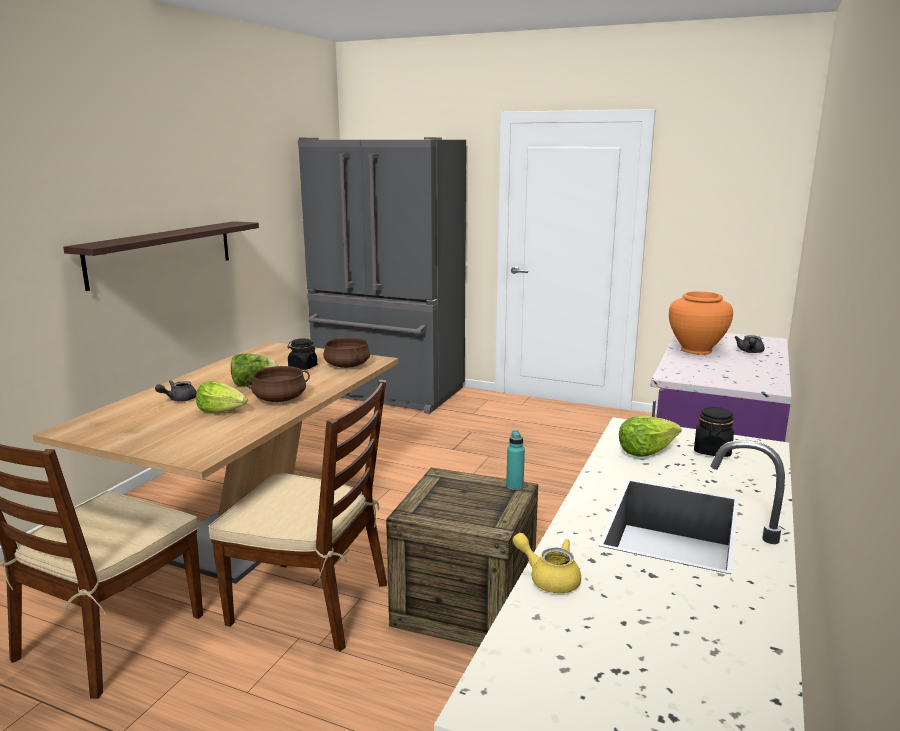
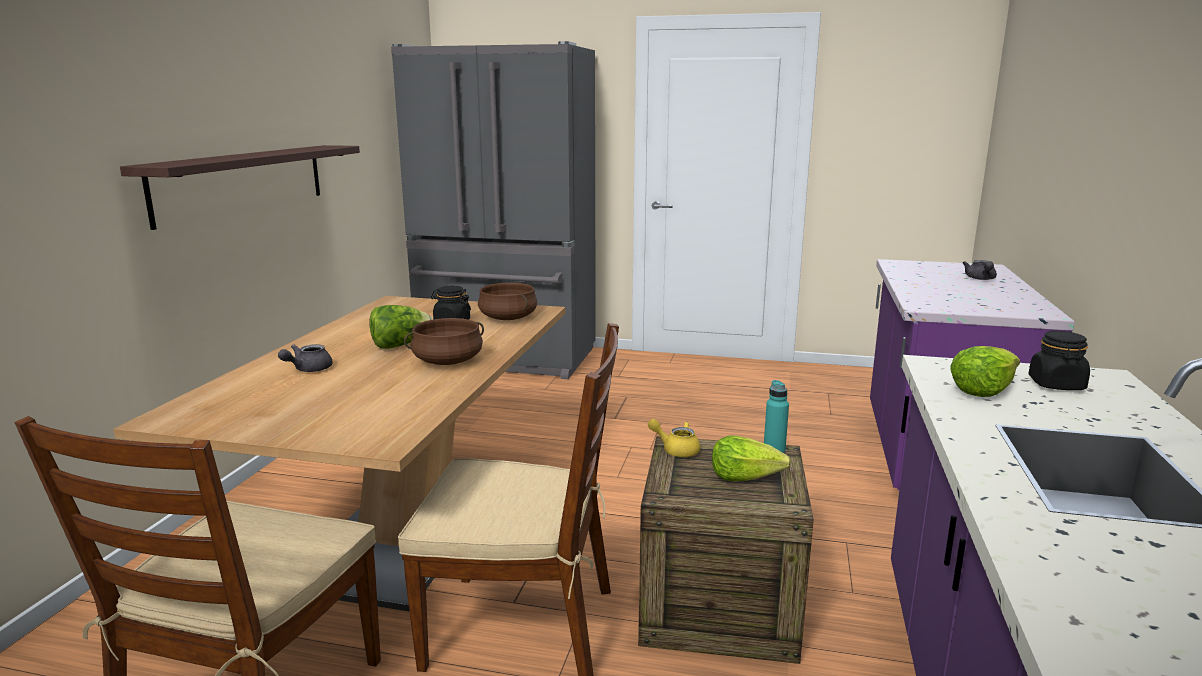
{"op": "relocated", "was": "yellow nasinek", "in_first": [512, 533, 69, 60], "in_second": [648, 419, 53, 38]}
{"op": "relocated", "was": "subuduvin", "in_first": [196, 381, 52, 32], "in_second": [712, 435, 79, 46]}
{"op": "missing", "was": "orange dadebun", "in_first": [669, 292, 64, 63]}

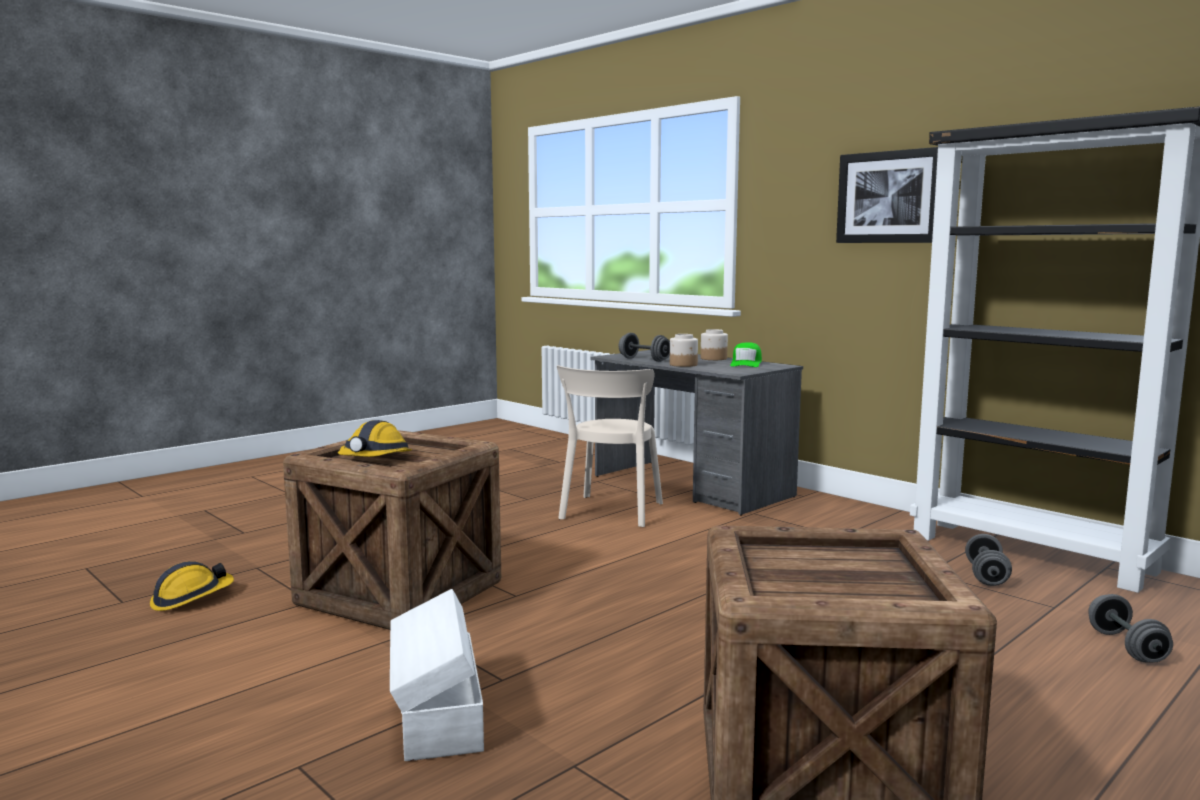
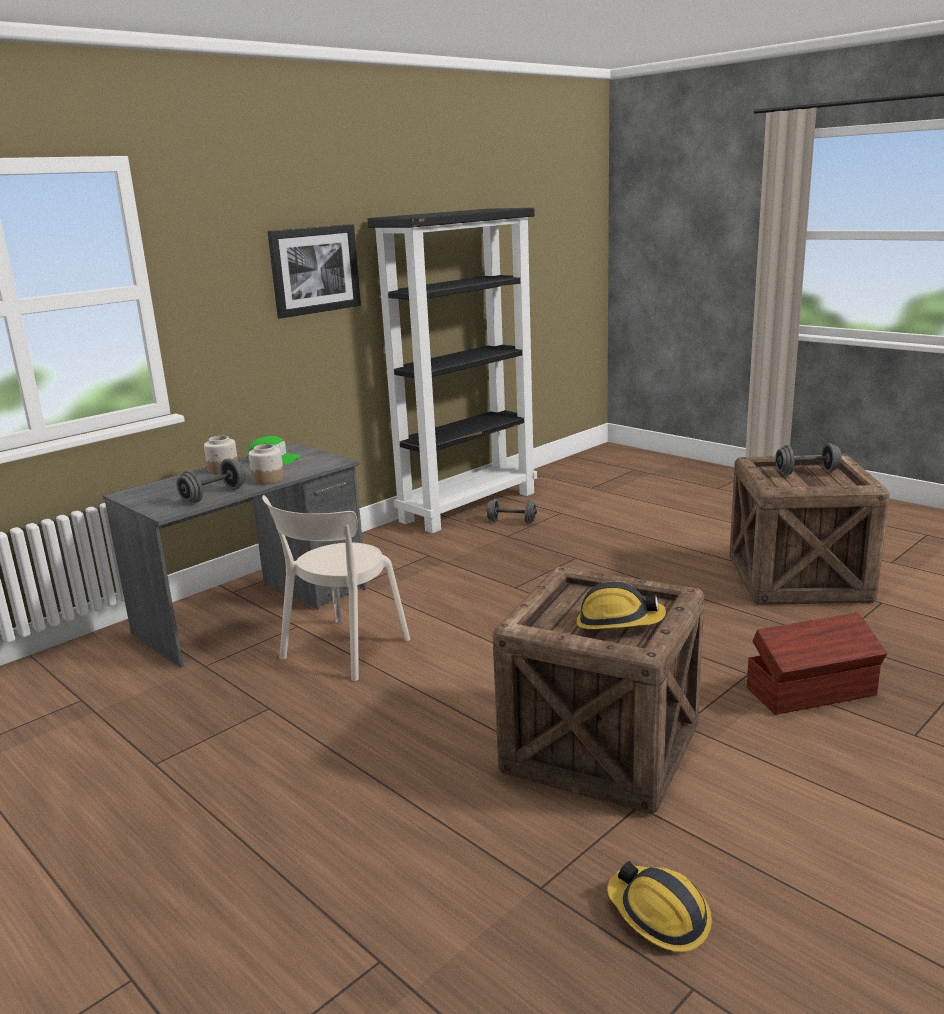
{"op": "spun", "was": "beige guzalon", "in_first": [557, 365, 106, 162], "in_second": [262, 495, 148, 186], "clockwise": 105}
{"op": "colour", "was": "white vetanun", "now": "brown vetanun", "in_first": [390, 589, 94, 172], "in_second": [747, 613, 140, 102]}
{"op": "relocated", "was": "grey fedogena", "in_first": [1088, 594, 85, 69], "in_second": [775, 443, 67, 32]}

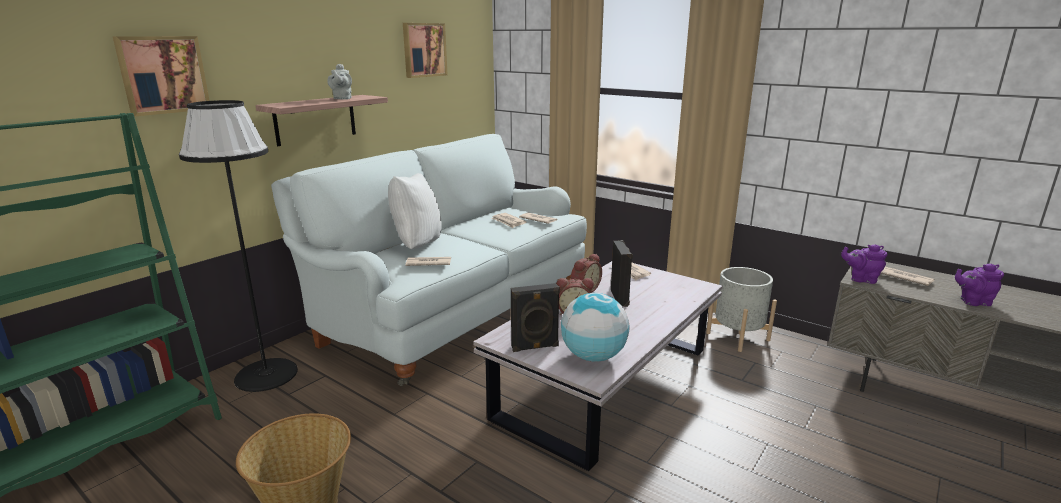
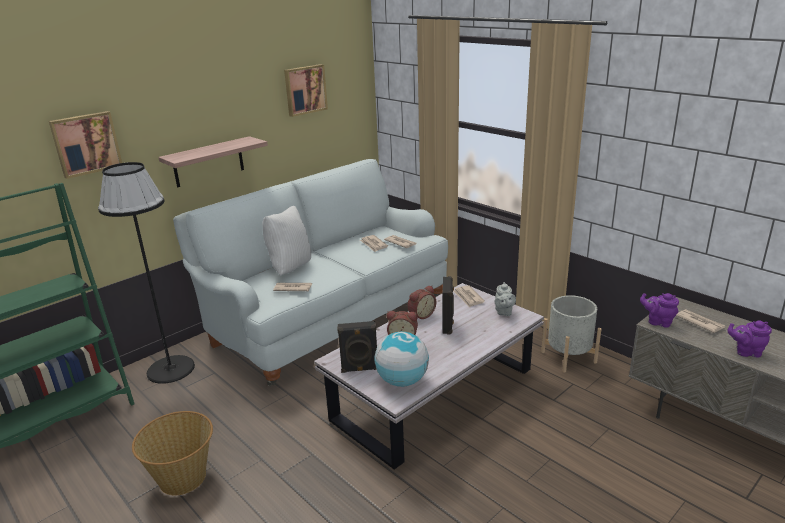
{"op": "relocated", "was": "grey nasinek", "in_first": [327, 64, 25, 36], "in_second": [495, 282, 21, 34]}

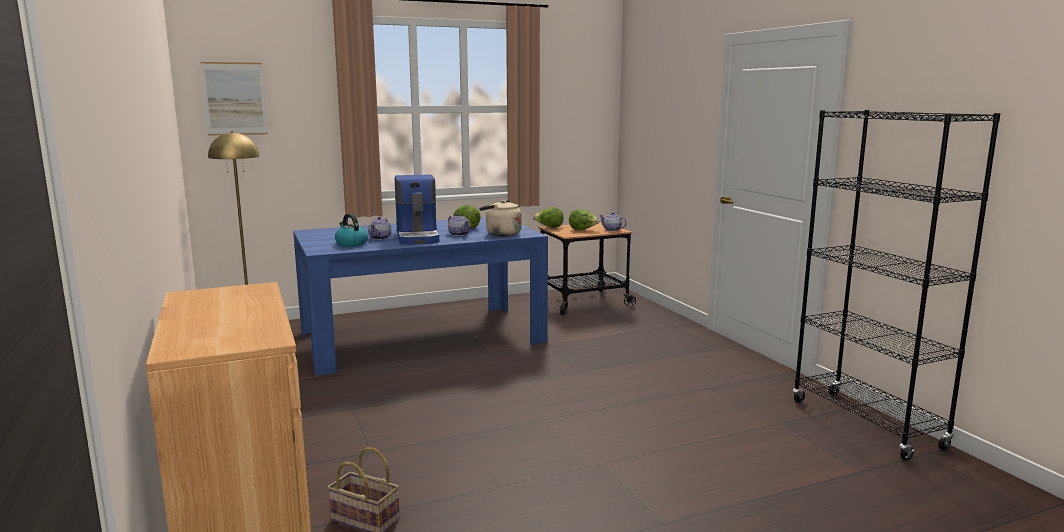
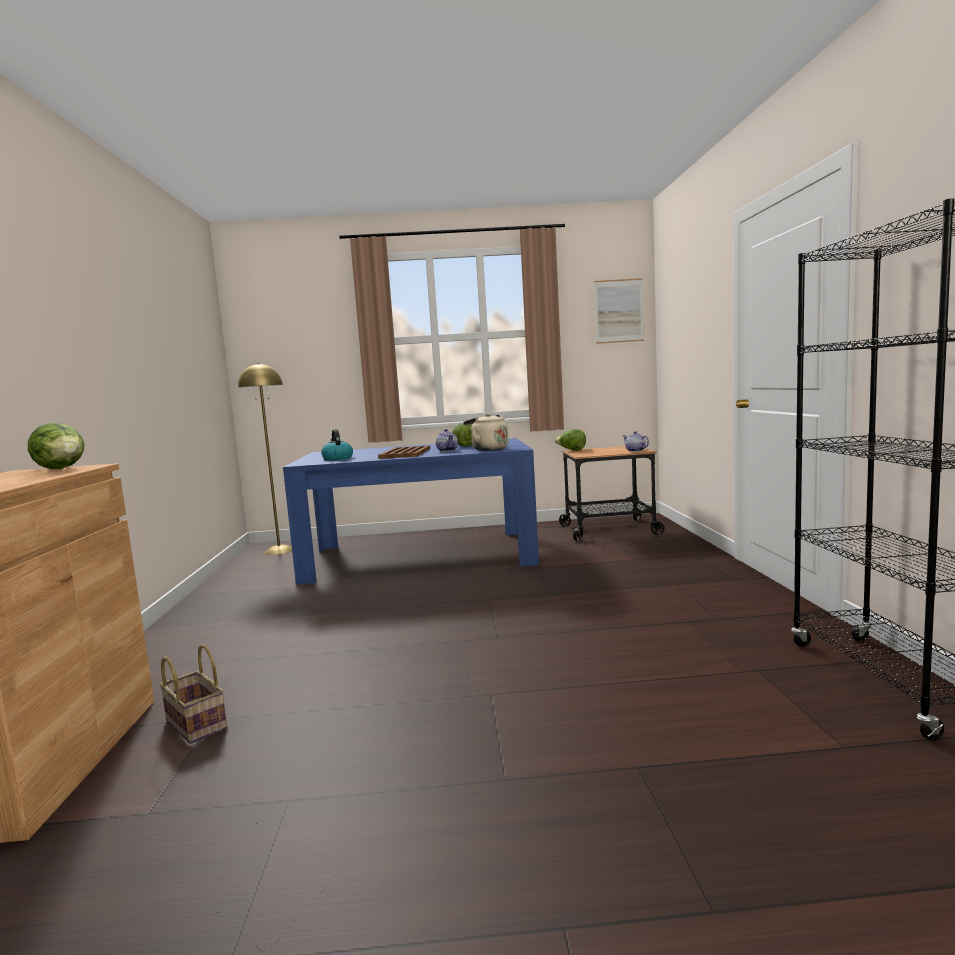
{"op": "relocated", "was": "subuduvin", "in_first": [569, 209, 30, 21], "in_second": [28, 423, 57, 46]}
{"op": "exchanged", "was": "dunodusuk", "now": "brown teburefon", "in_first": [395, 174, 44, 71], "in_second": [378, 446, 52, 13]}
{"op": "relocated", "was": "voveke", "in_first": [200, 62, 68, 74], "in_second": [594, 278, 50, 66]}
{"op": "missing", "was": "nasinek", "in_first": [368, 216, 23, 24]}

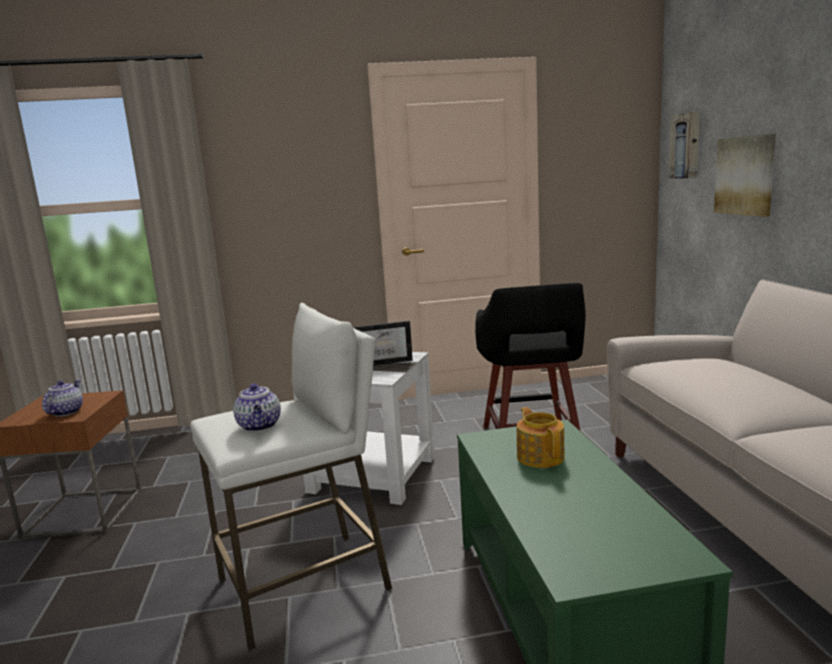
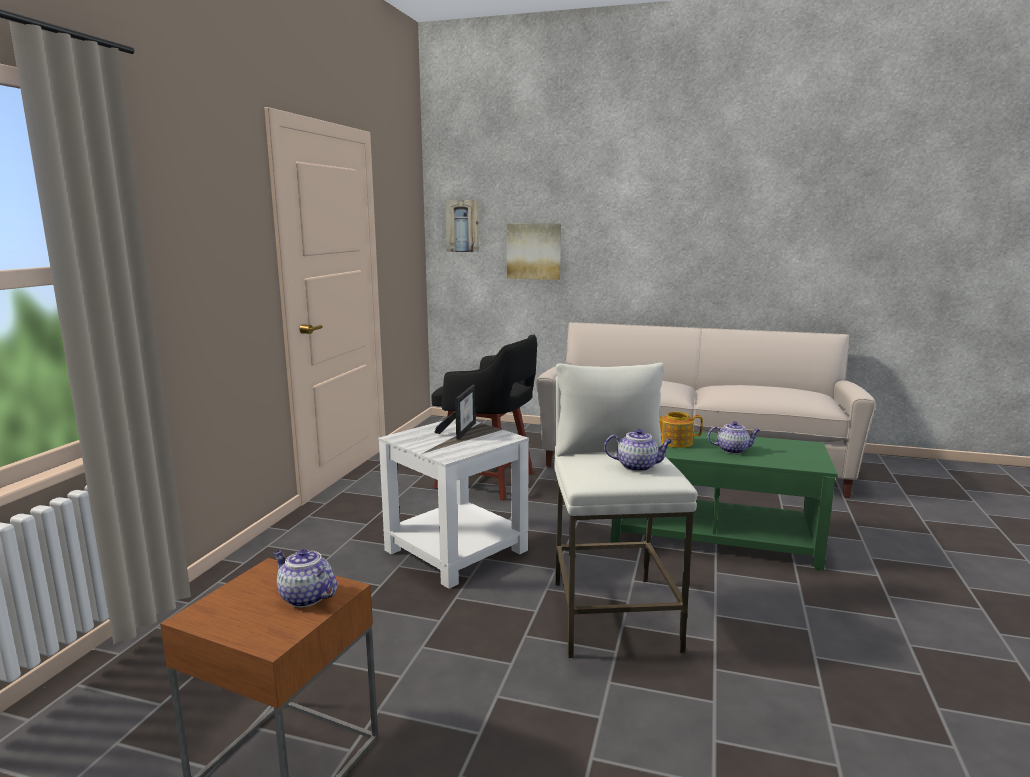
{"op": "appeared", "now": "nasinek", "in_second": [708, 421, 52, 33]}

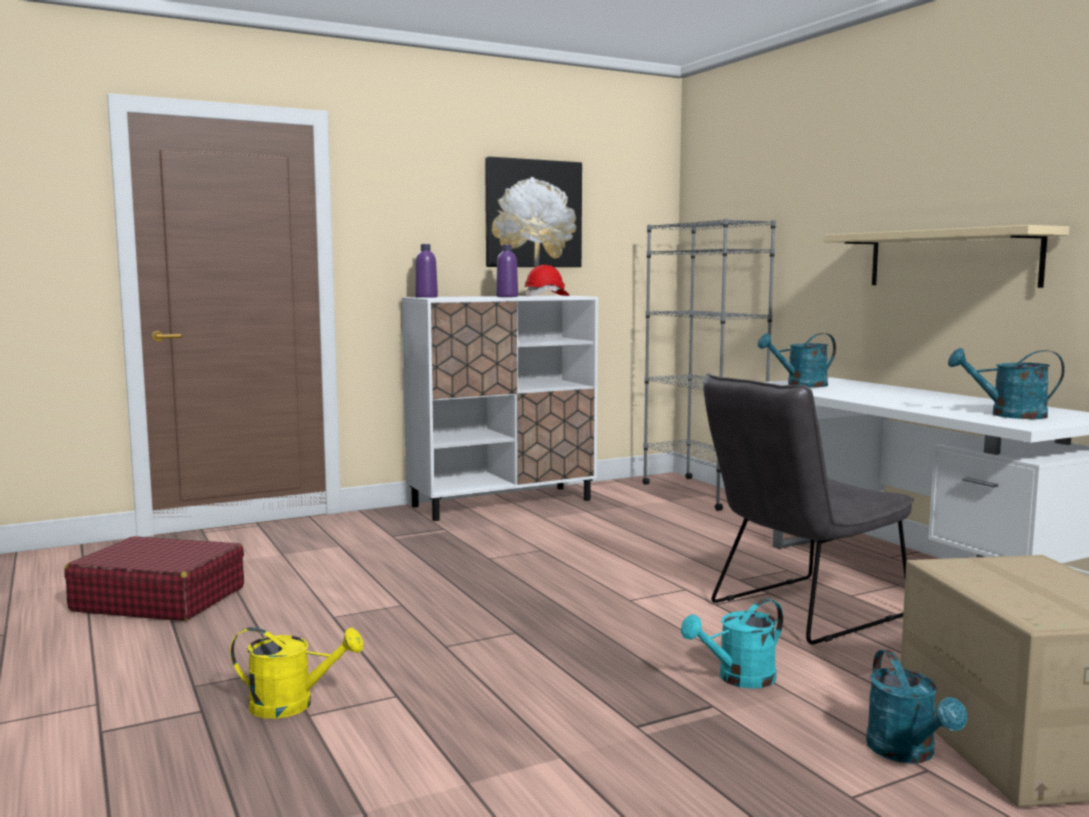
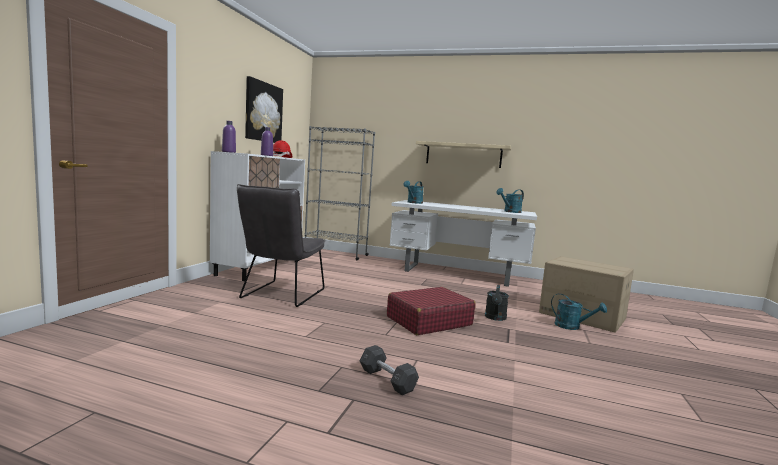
{"op": "relocated", "was": "grey guzalon", "in_first": [703, 373, 211, 271], "in_second": [237, 184, 88, 123]}
{"op": "exchanged", "was": "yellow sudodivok", "now": "grey fedogena", "in_first": [230, 627, 133, 92], "in_second": [360, 345, 59, 50]}
{"op": "relocated", "was": "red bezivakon", "in_first": [64, 536, 180, 85], "in_second": [387, 287, 89, 48]}
{"op": "colour", "was": "turquoise sudodivok", "now": "black sudodivok", "in_first": [681, 599, 102, 90], "in_second": [485, 285, 24, 36]}

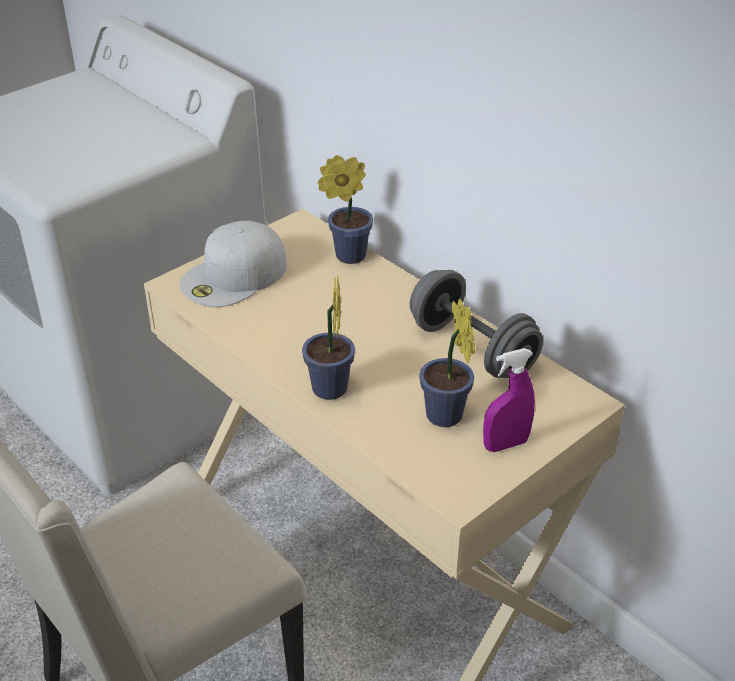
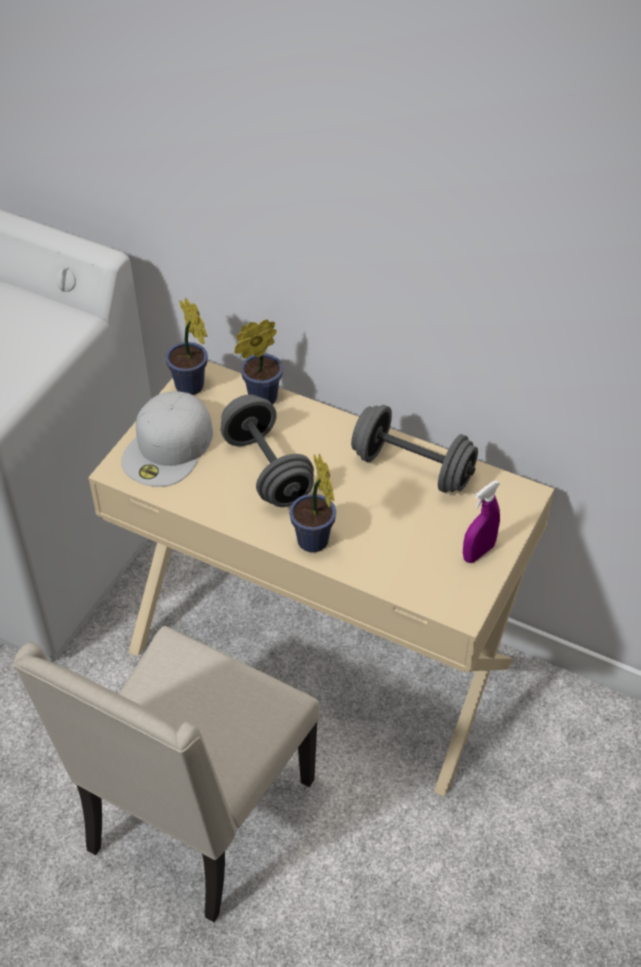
{"op": "relocated", "was": "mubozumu", "in_first": [419, 298, 56, 129], "in_second": [165, 297, 43, 98]}
{"op": "appeared", "now": "grey fedogena", "in_second": [221, 394, 93, 113]}

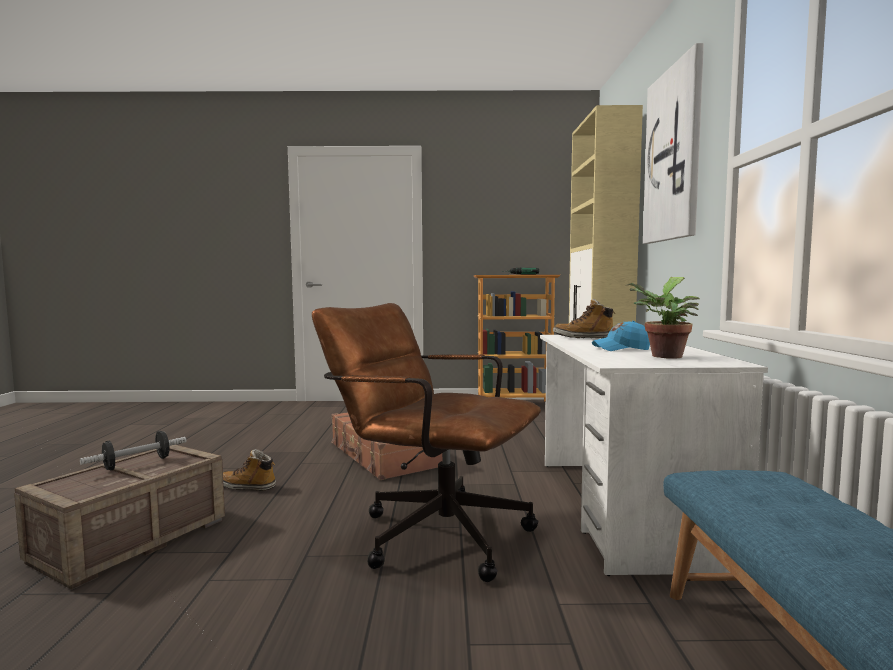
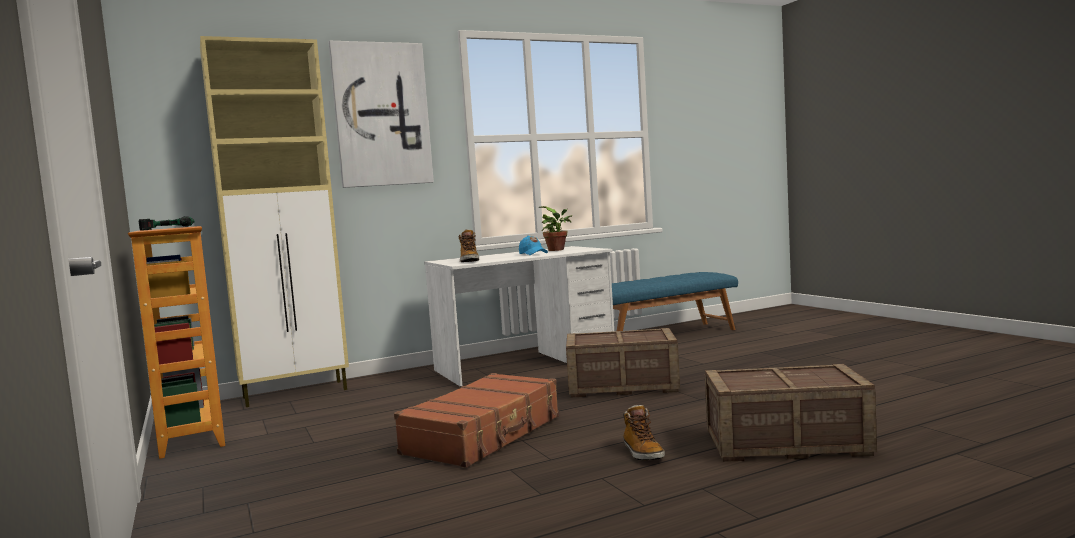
{"op": "exchanged", "was": "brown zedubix", "now": "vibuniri", "in_first": [312, 303, 229, 279], "in_second": [566, 328, 114, 69]}
{"op": "missing", "was": "fedogena", "in_first": [80, 431, 106, 40]}

